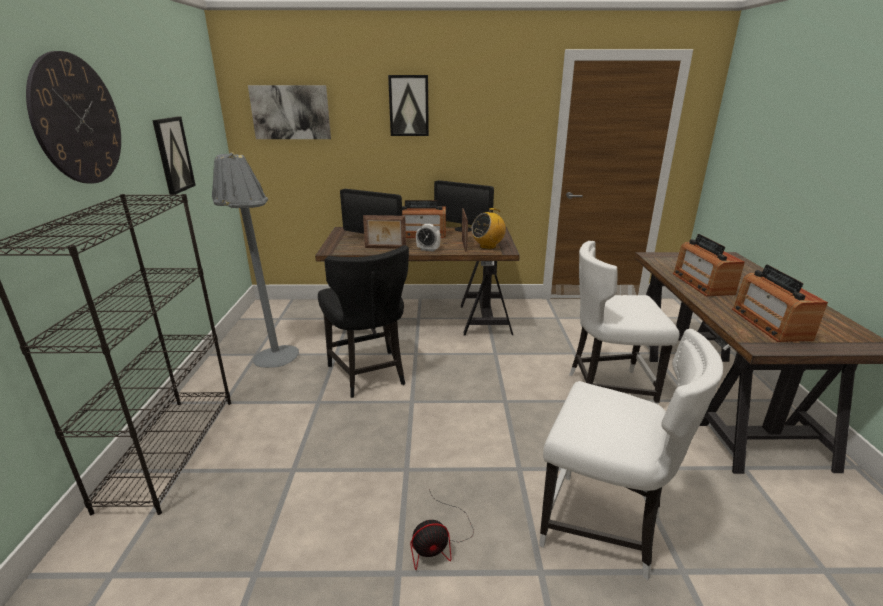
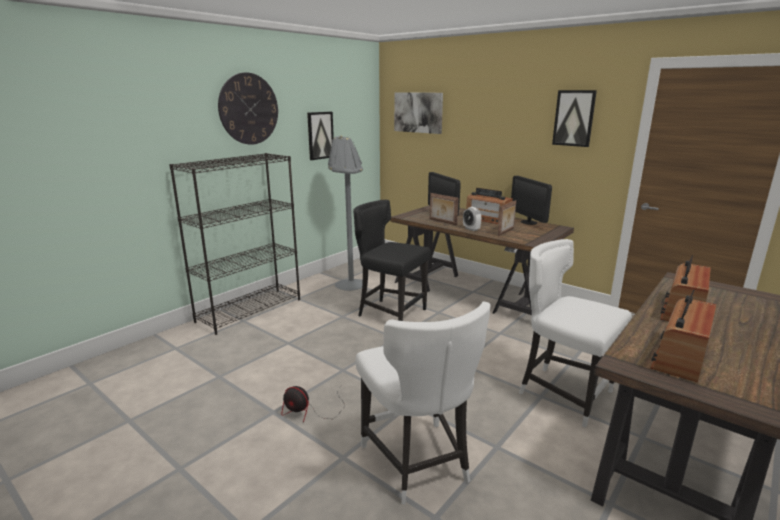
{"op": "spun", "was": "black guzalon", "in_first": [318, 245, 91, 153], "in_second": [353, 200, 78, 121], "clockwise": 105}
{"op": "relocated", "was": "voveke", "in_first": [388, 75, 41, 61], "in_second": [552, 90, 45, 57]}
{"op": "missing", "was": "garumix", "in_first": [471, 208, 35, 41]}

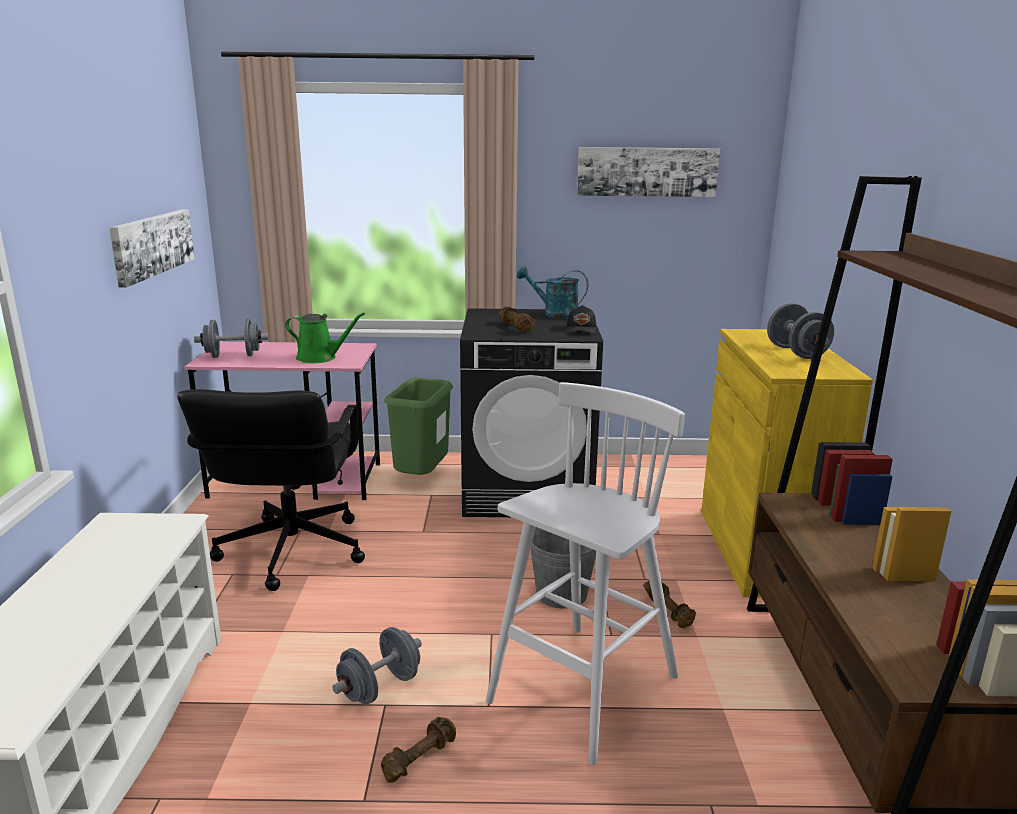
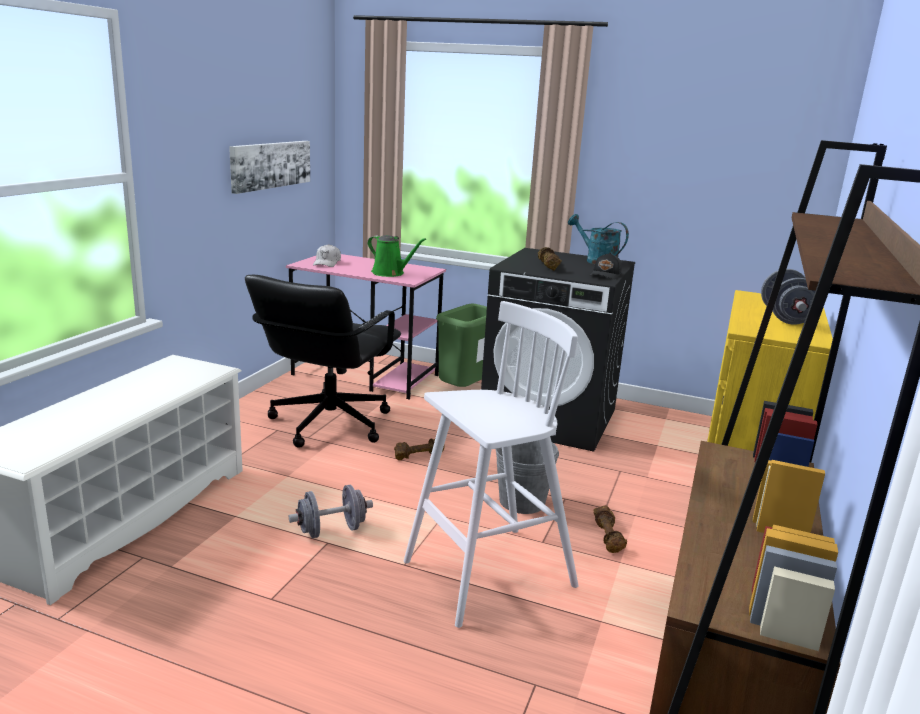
{"op": "exchanged", "was": "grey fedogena", "now": "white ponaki", "in_first": [194, 318, 74, 40], "in_second": [313, 244, 28, 23]}
{"op": "relocated", "was": "brown fedogena", "in_first": [381, 717, 75, 66], "in_second": [394, 438, 50, 22]}
{"op": "missing", "was": "voveke", "in_first": [577, 147, 143, 50]}

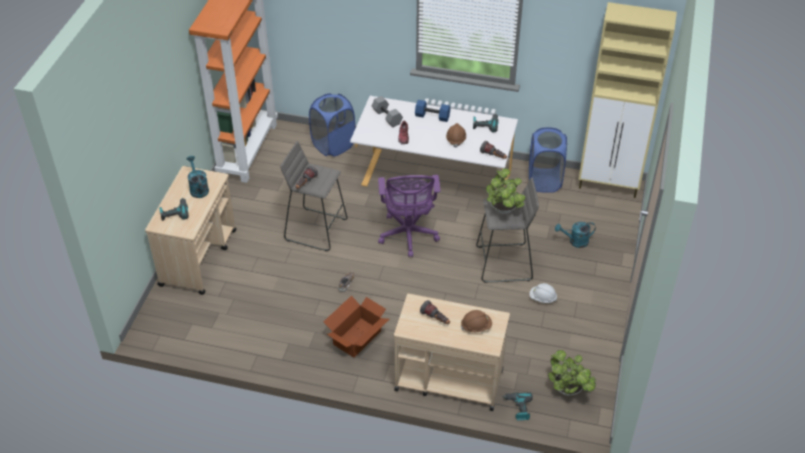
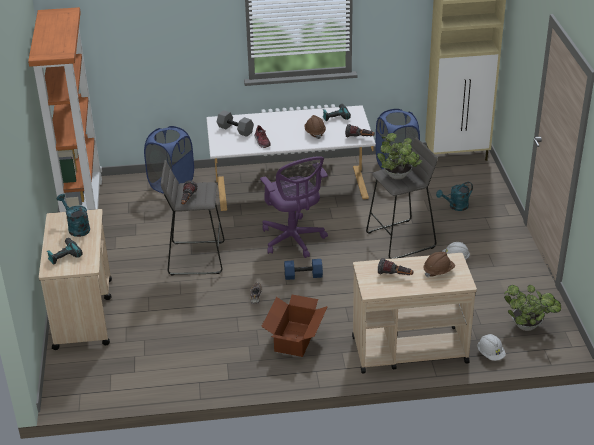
{"op": "relocated", "was": "blue fedogena", "in_first": [415, 100, 35, 22], "in_second": [284, 259, 39, 21]}
{"op": "exchanged", "was": "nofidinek", "now": "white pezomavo", "in_first": [502, 392, 31, 28], "in_second": [478, 334, 28, 27]}

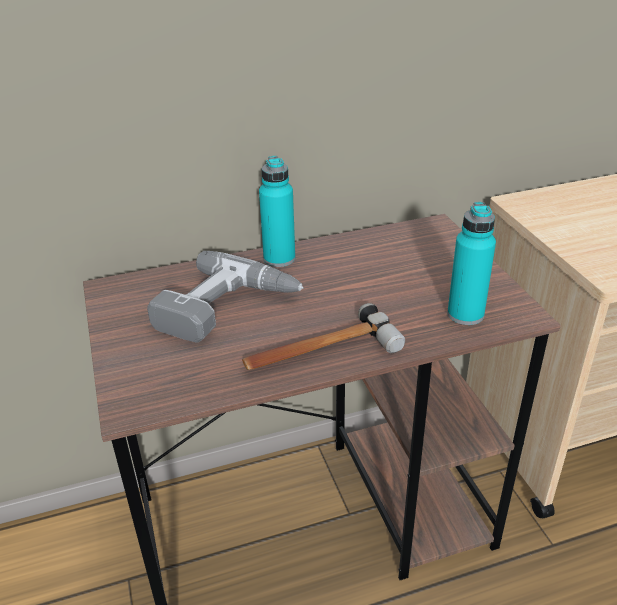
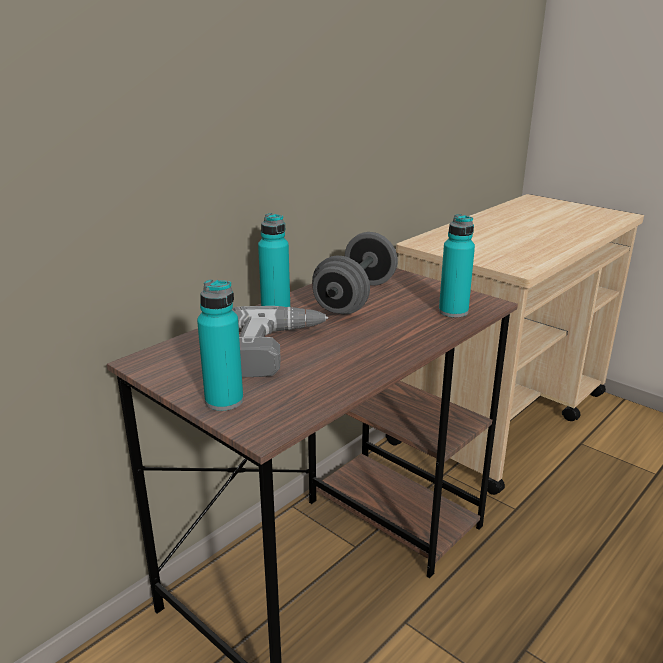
{"op": "appeared", "now": "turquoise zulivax", "in_second": [197, 279, 46, 132]}
{"op": "appeared", "now": "grey fedogena", "in_second": [312, 232, 86, 82]}
{"op": "missing", "was": "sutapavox", "in_first": [242, 303, 163, 67]}

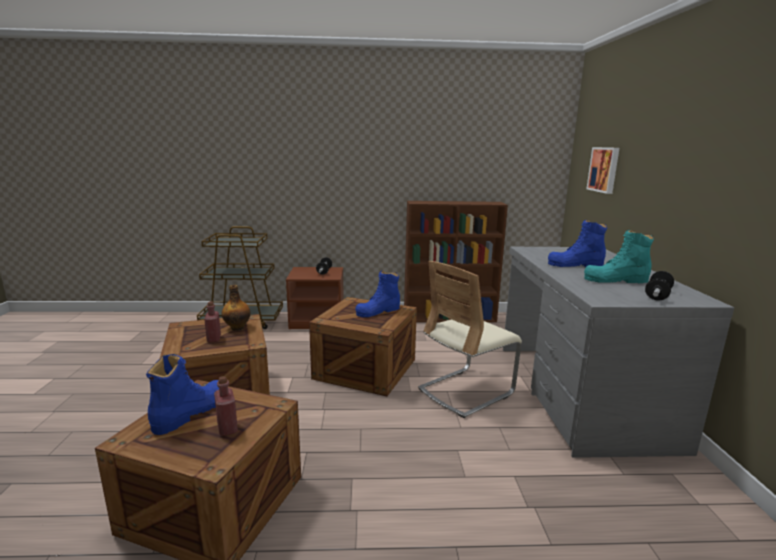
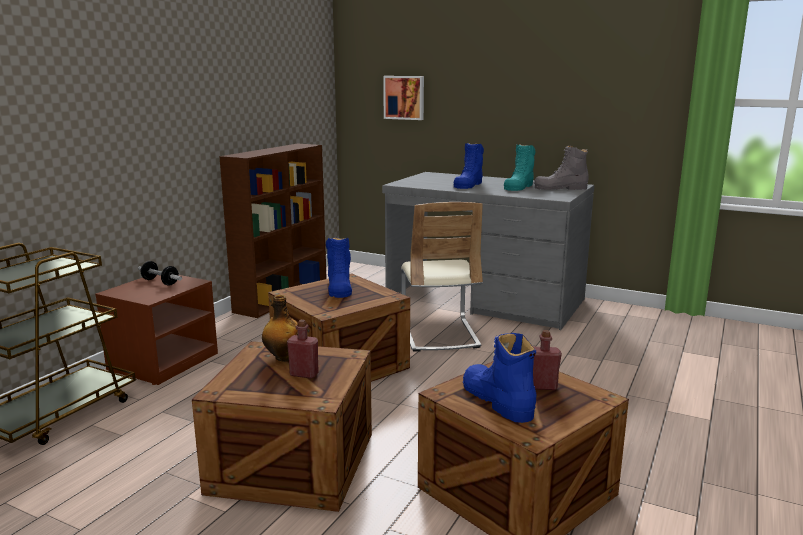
{"op": "exchanged", "was": "fedogena", "now": "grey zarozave", "in_first": [645, 271, 29, 30], "in_second": [534, 146, 55, 44]}

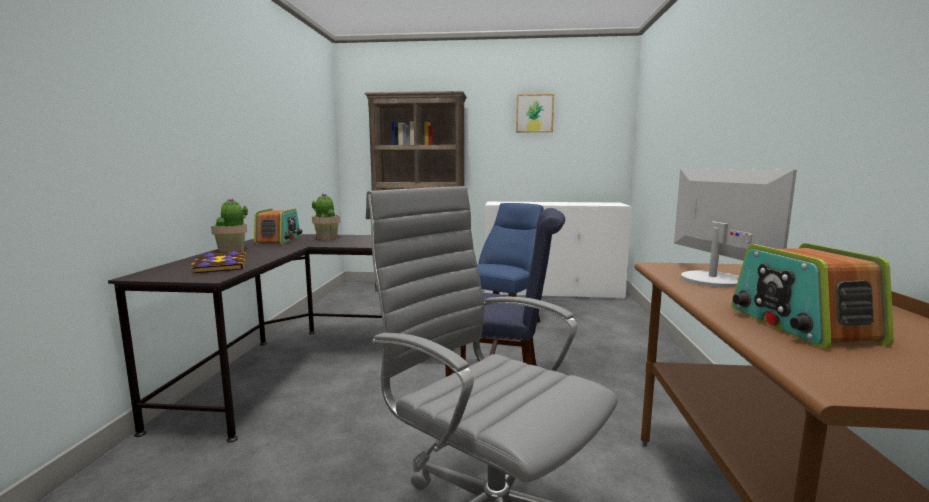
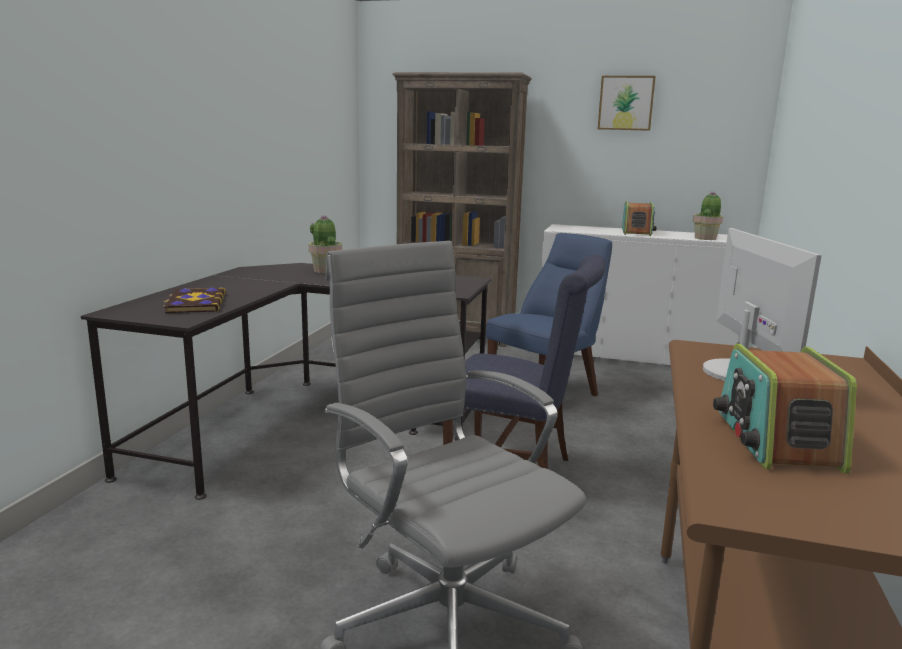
{"op": "relocated", "was": "garumix", "in_first": [254, 209, 48, 35], "in_second": [622, 201, 35, 35]}
{"op": "relocated", "was": "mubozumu", "in_first": [211, 198, 37, 55], "in_second": [693, 192, 30, 48]}

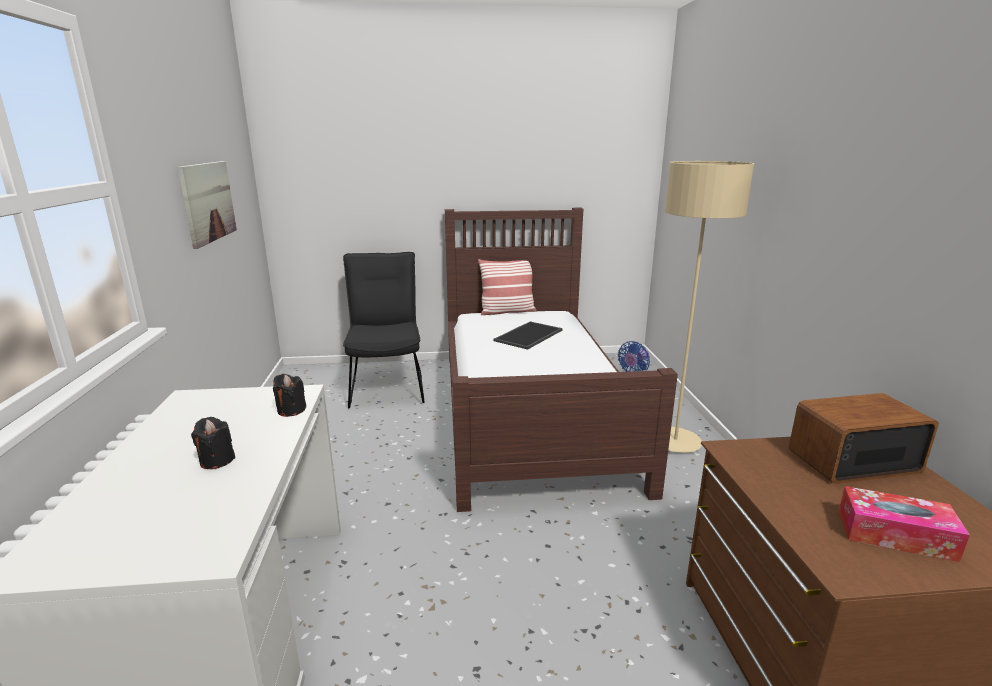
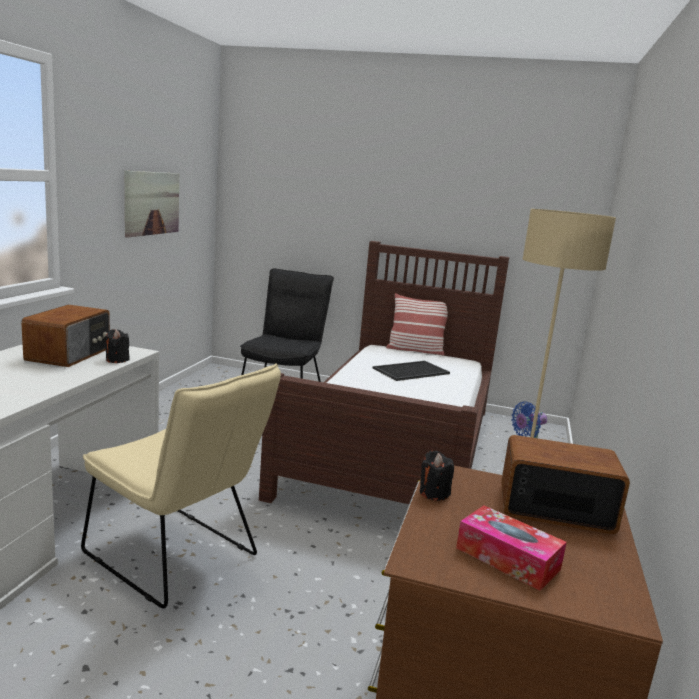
{"op": "appeared", "now": "garumix", "in_second": [21, 305, 89, 62]}
{"op": "appeared", "now": "beige guzalon", "in_second": [81, 364, 200, 245]}
{"op": "relocated", "was": "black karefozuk", "in_first": [191, 417, 44, 52], "in_second": [420, 451, 34, 50]}

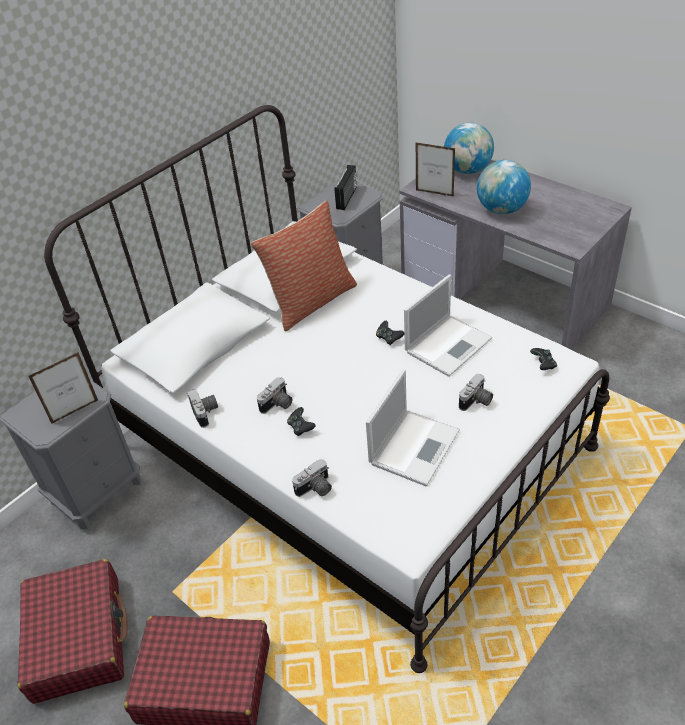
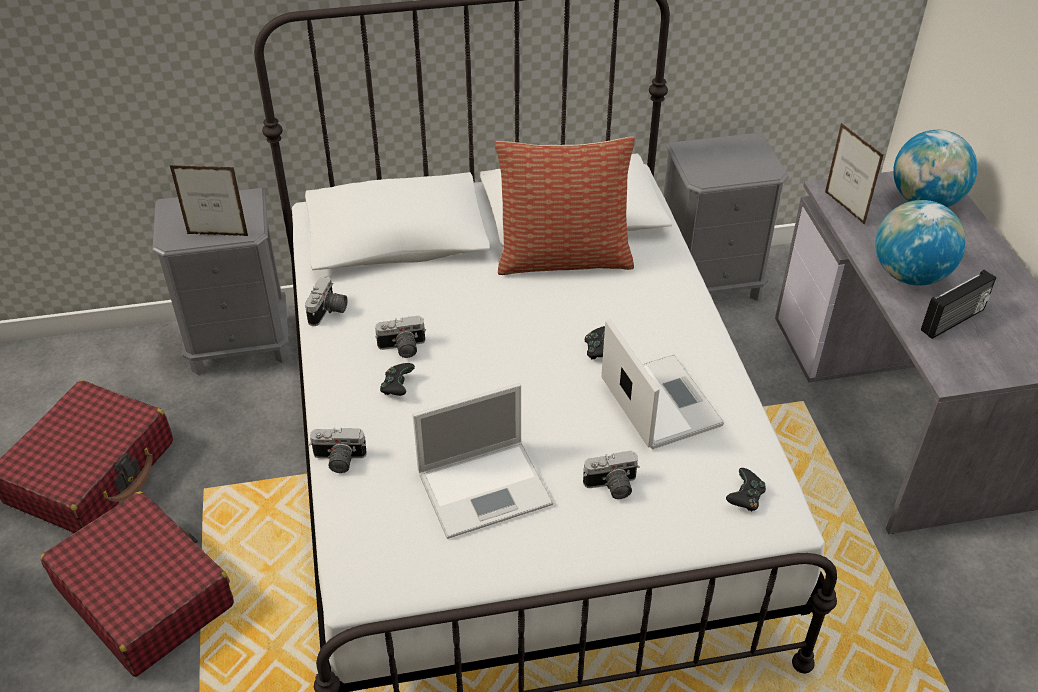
{"op": "spun", "was": "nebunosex", "in_first": [404, 274, 88, 103], "in_second": [601, 319, 123, 130], "clockwise": -105}
{"op": "relocated", "was": "garumix", "in_first": [334, 165, 23, 45], "in_second": [921, 270, 75, 69]}

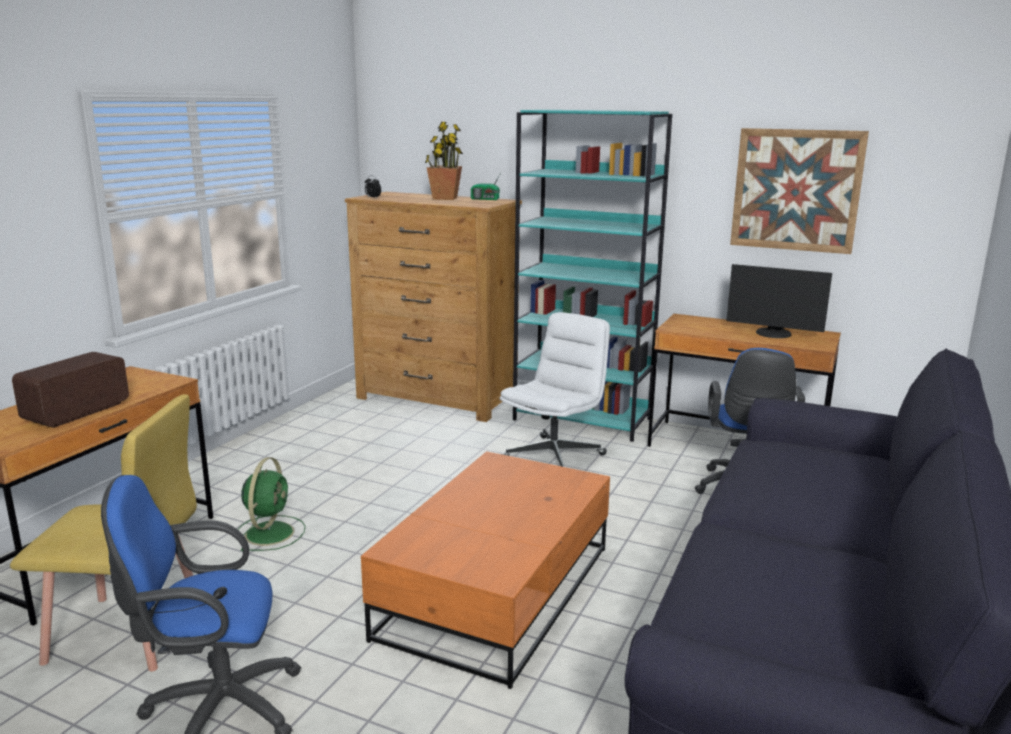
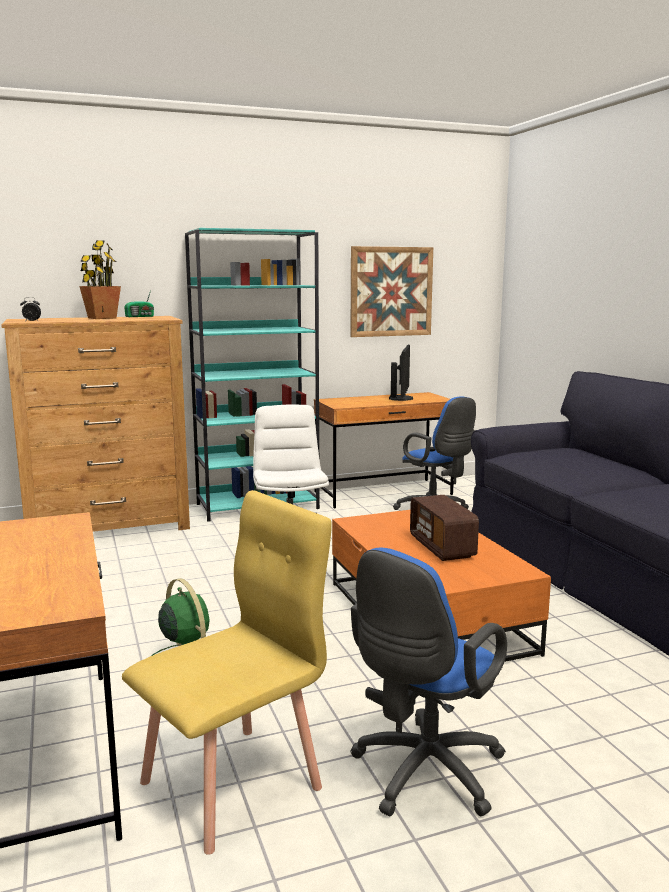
{"op": "spun", "was": "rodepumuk", "in_first": [726, 264, 106, 74], "in_second": [389, 344, 24, 57], "clockwise": -60}
{"op": "relocated", "was": "garumix", "in_first": [12, 352, 117, 76], "in_second": [410, 495, 69, 66]}

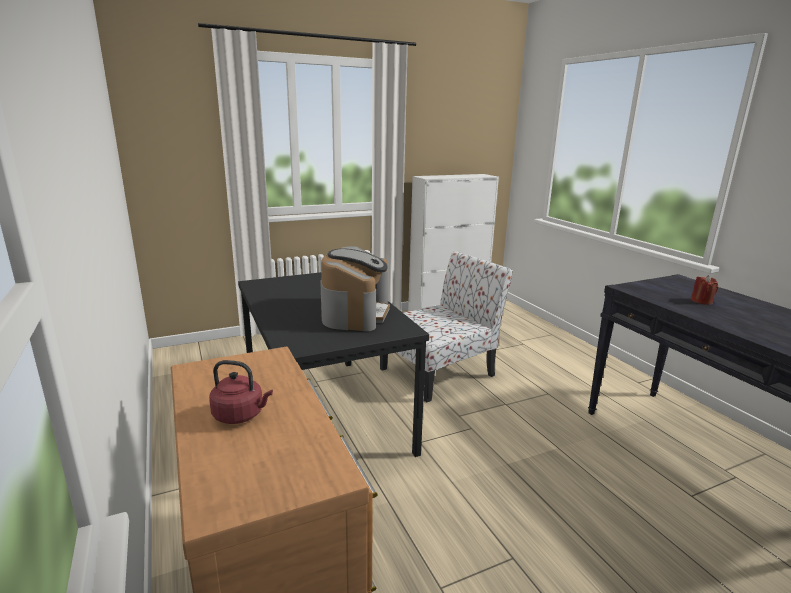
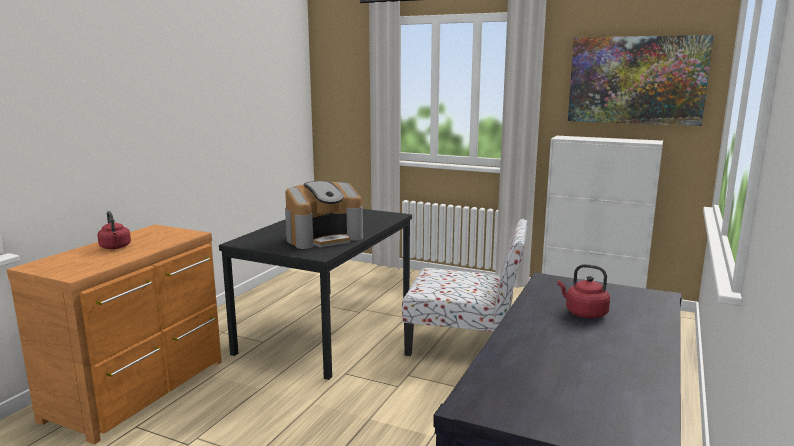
{"op": "exchanged", "was": "red karefozuk", "now": "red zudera", "in_first": [691, 275, 27, 30], "in_second": [558, 264, 52, 55]}
{"op": "appeared", "now": "voveke", "in_second": [568, 35, 146, 91]}

